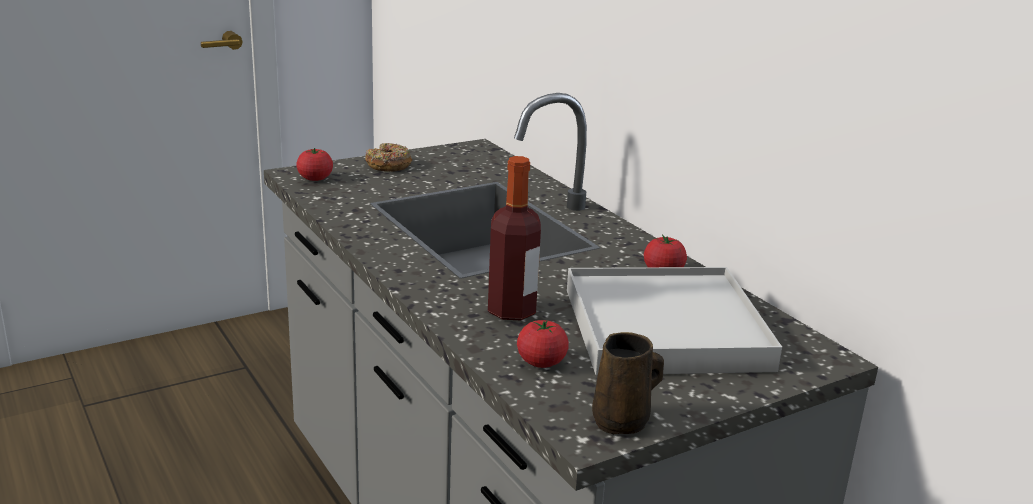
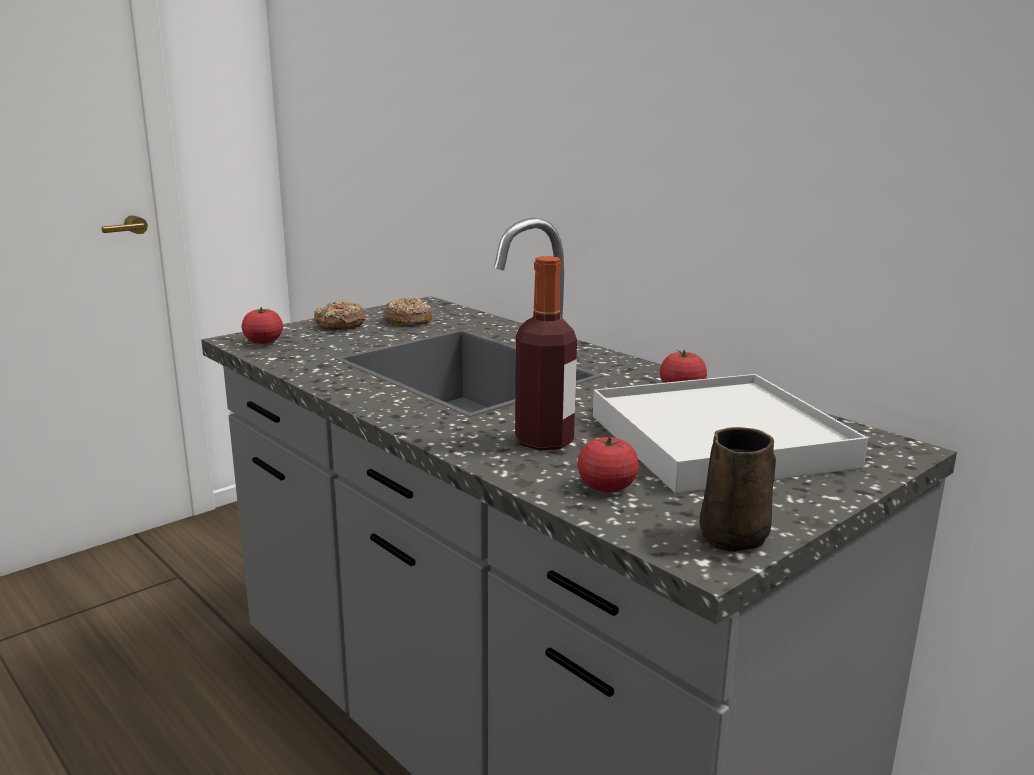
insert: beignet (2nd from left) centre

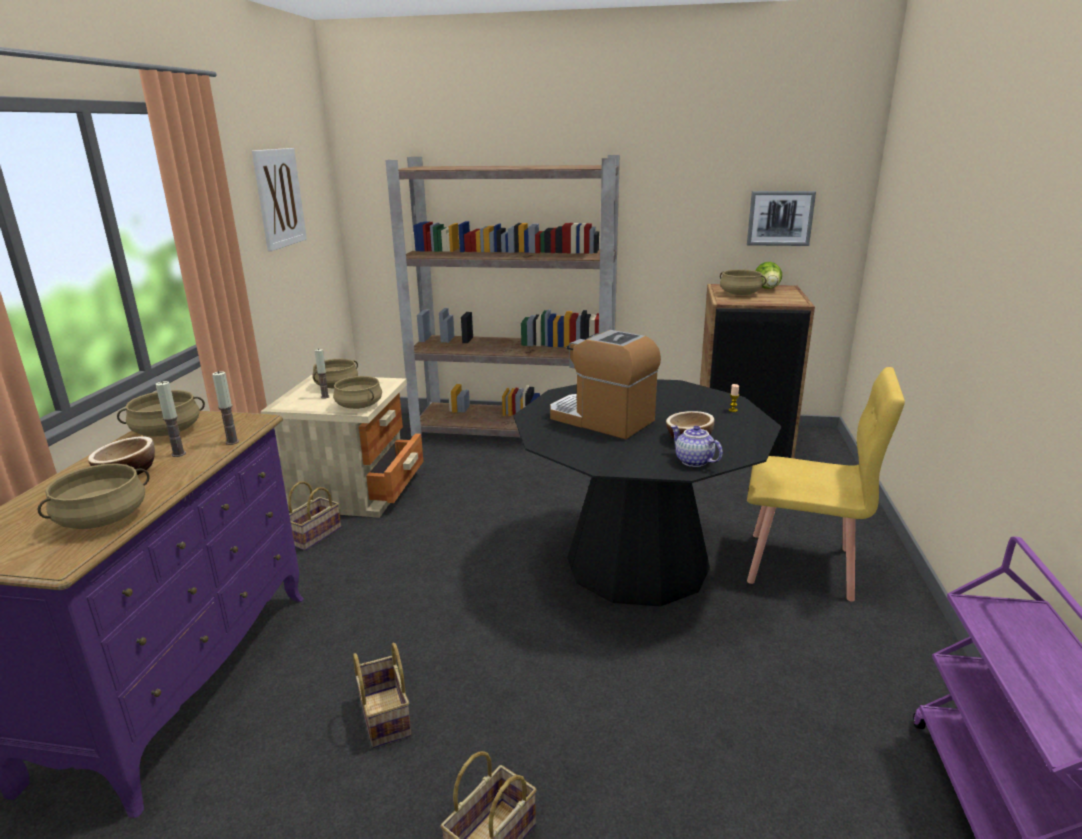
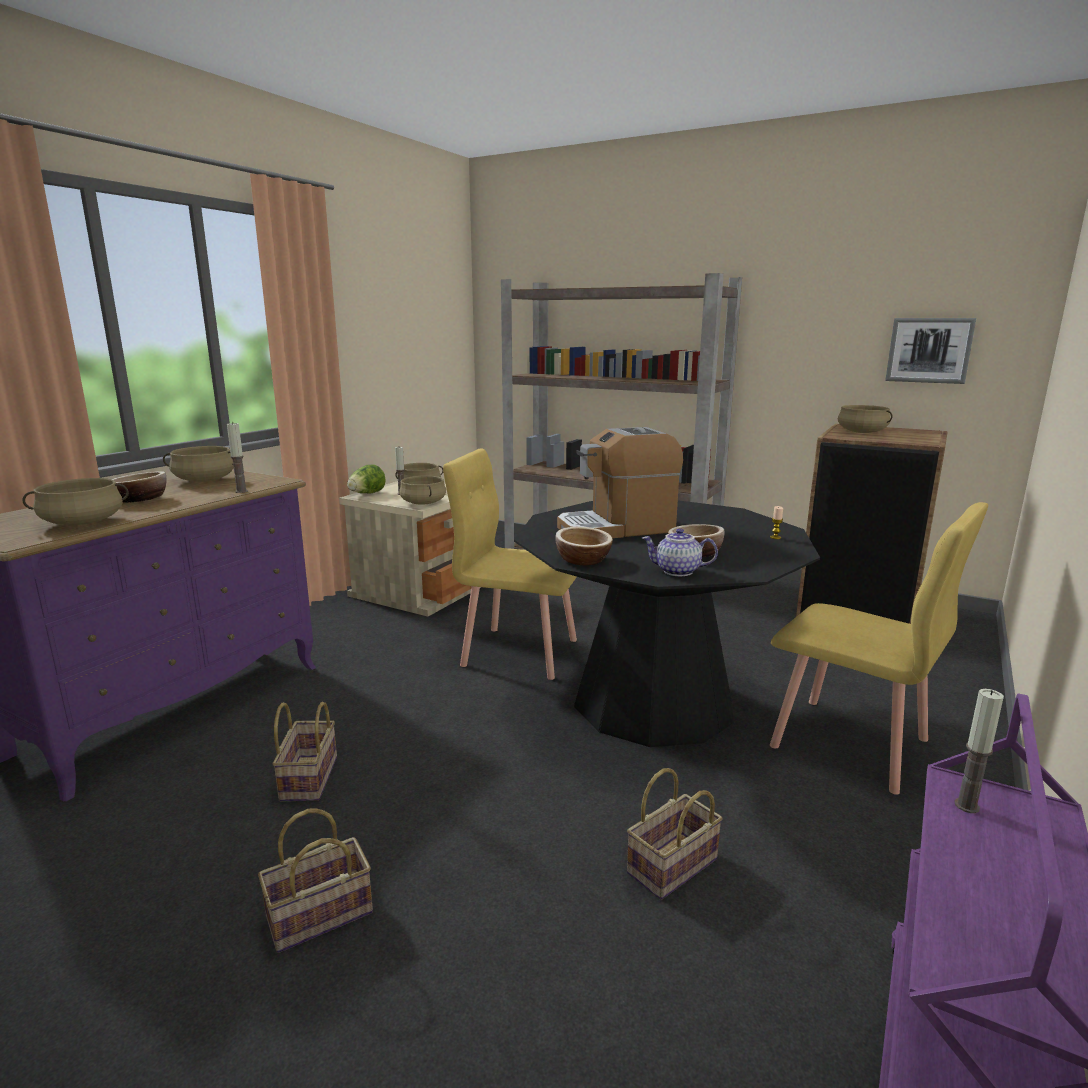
delete: tableau (1st from left) top left
insert: chaise (jaune) (1st from left) centre; bol (2nd from left) centre
move: bougie (1st from left in the first image) middle left to bougie (4th from left) bottom right; panier (1st from left in the first image) middle left to panier (3rd from left) bottom centre; laitue top right to centre
rotate: machine à café centre = centre 75 degrees counterclockwise; théière centre = centre 60 degrees counterclockwise

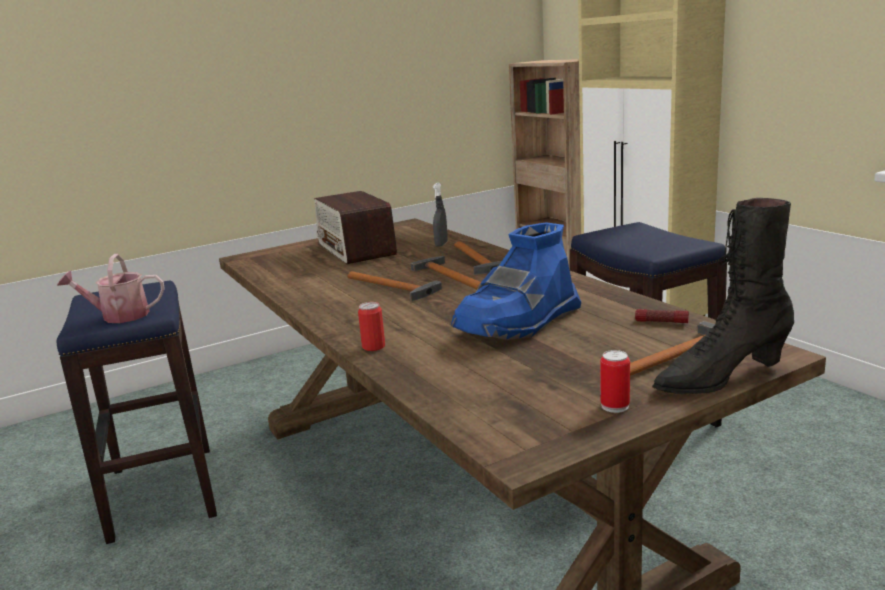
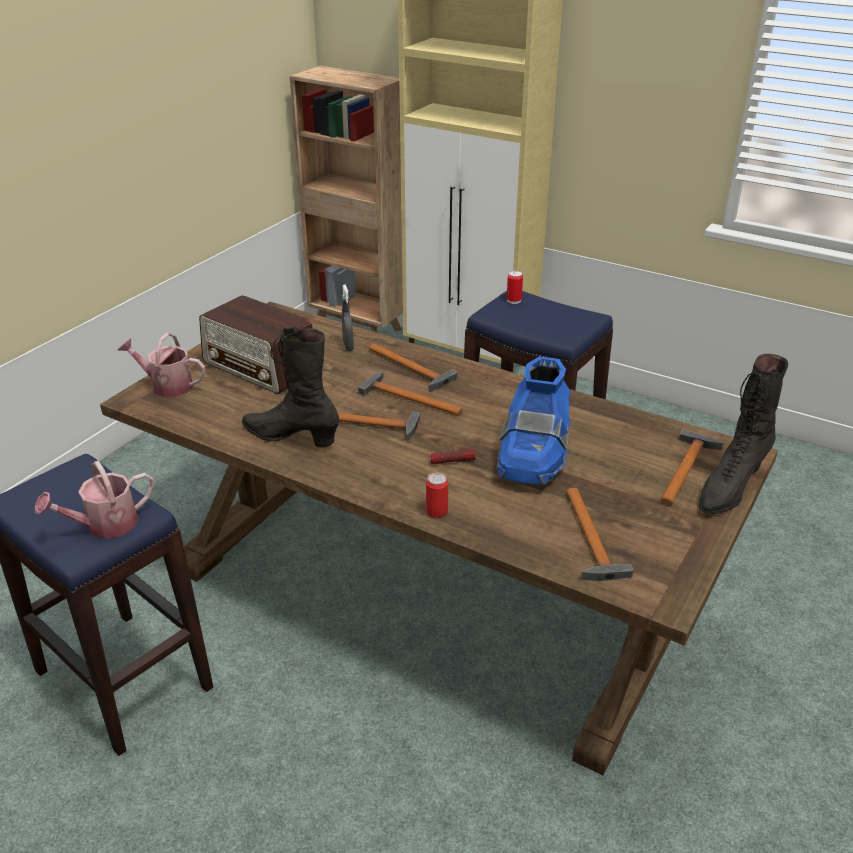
insert: arrosoir (2nd from left) middle left; botte (noir) (1st from left) centre; marteau (4th from left) middle right
move: boîte métallique (2nd from left) middle right to centre; lampe de poche middle right to centre

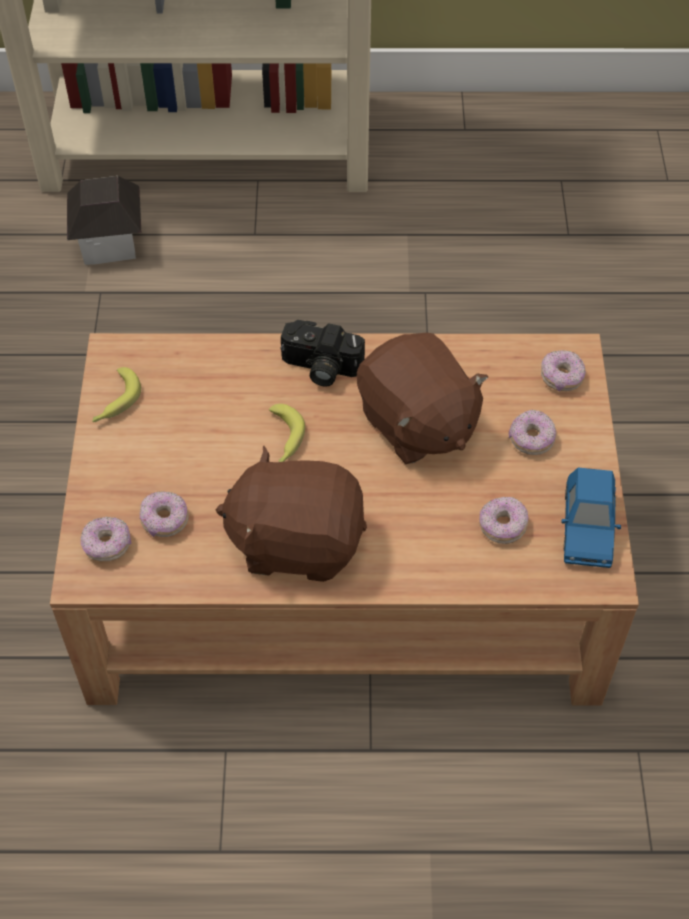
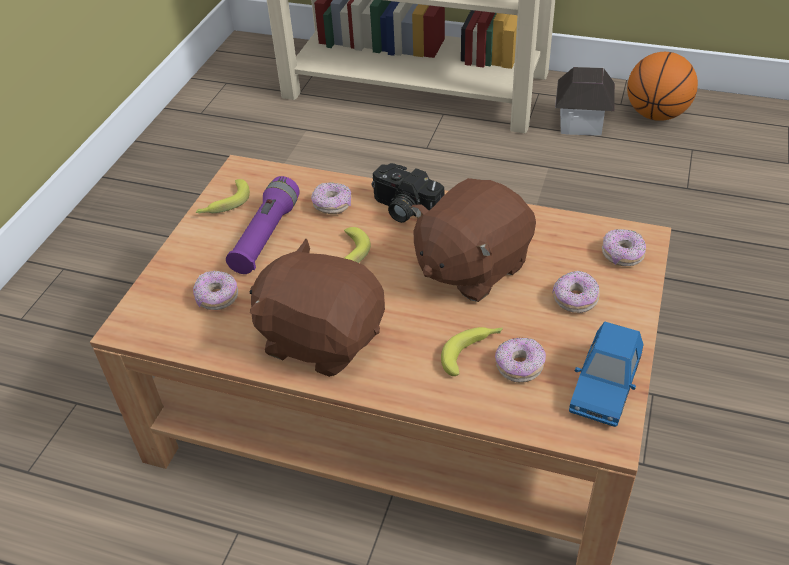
insert: lampe de poche (violet) centre; banane (3rd from left) centre; ballon de basket top right
move: maison miniature top left to top right; beignet (1st from left in the first image) middle left to beignet (2nd from left) centre
rotate: peluche (marron) (2nd from left) centre = centre 60 degrees clockwise

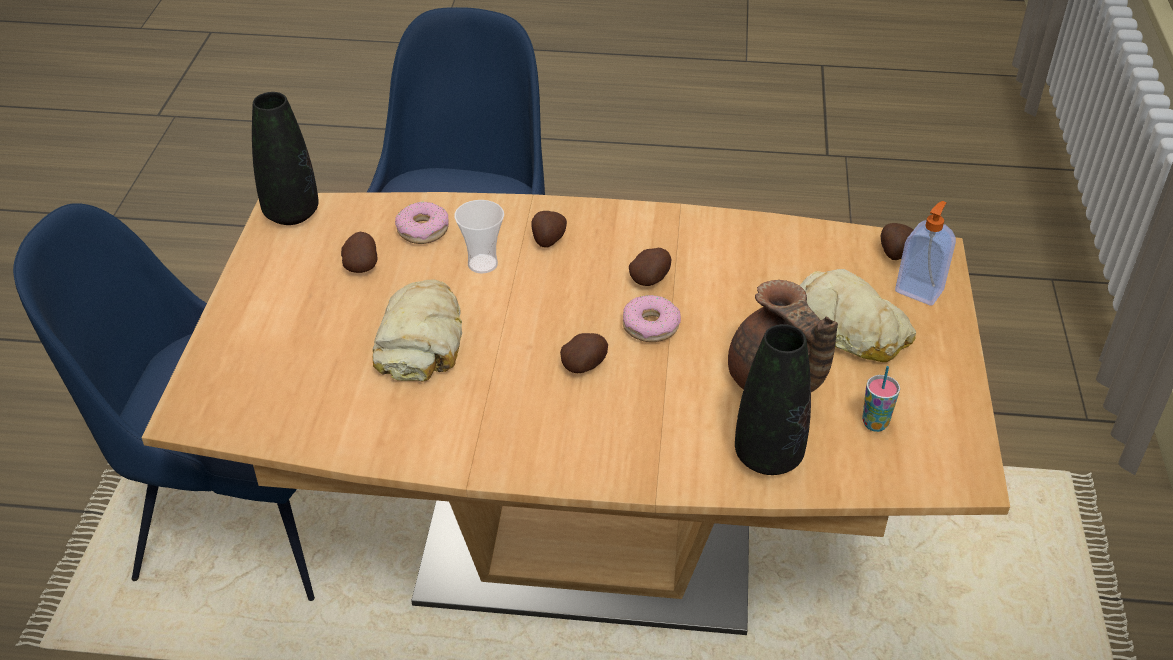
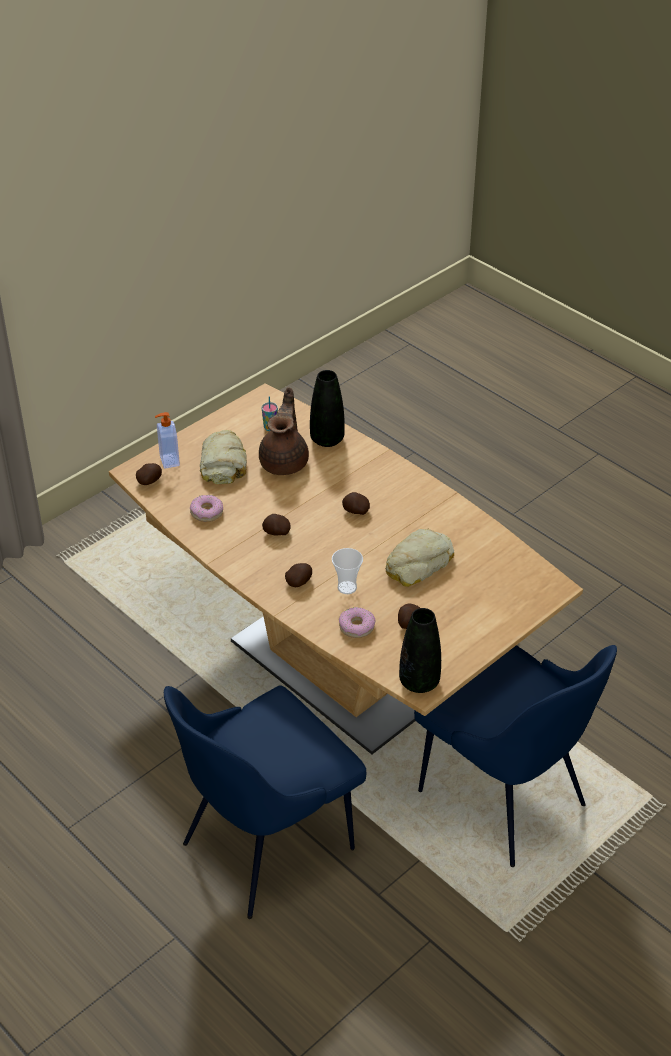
move: beignet (2nd from left in the first image) centre to beignet (1st from left) middle left

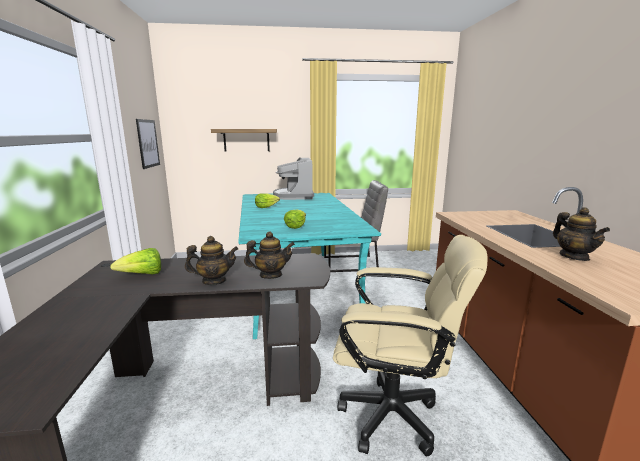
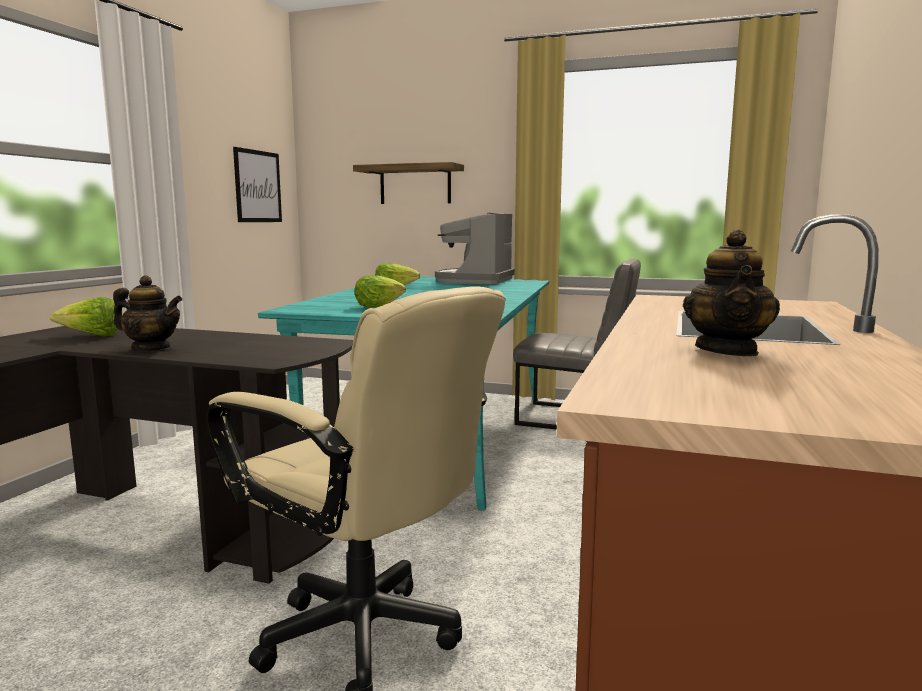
delete: théière (2nd from left) centre

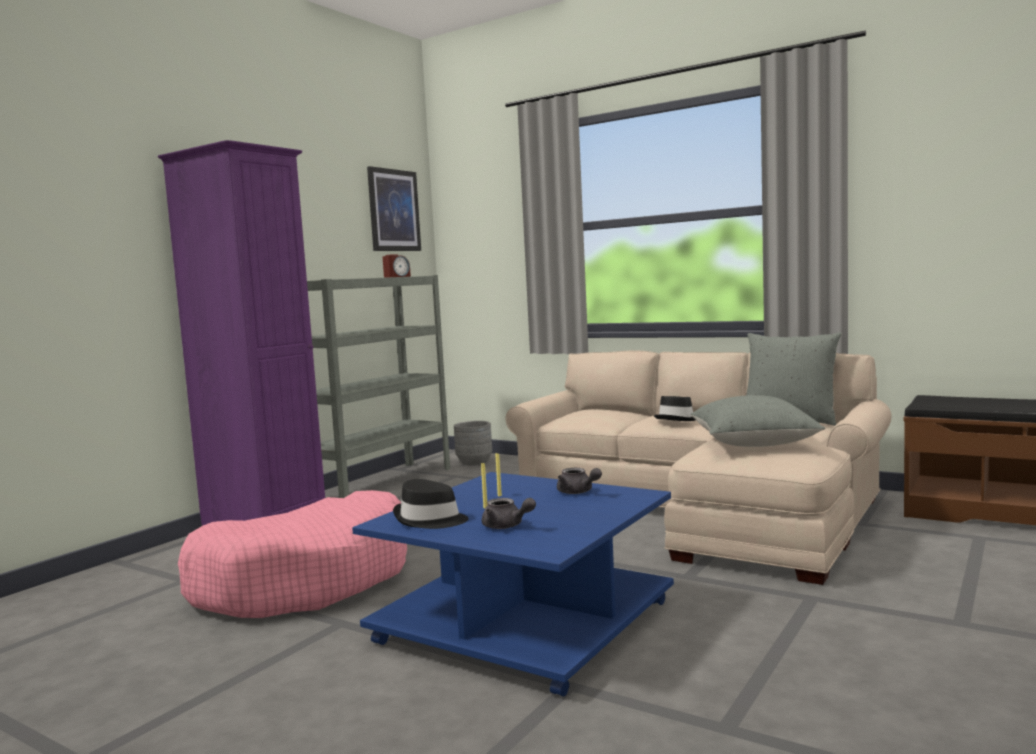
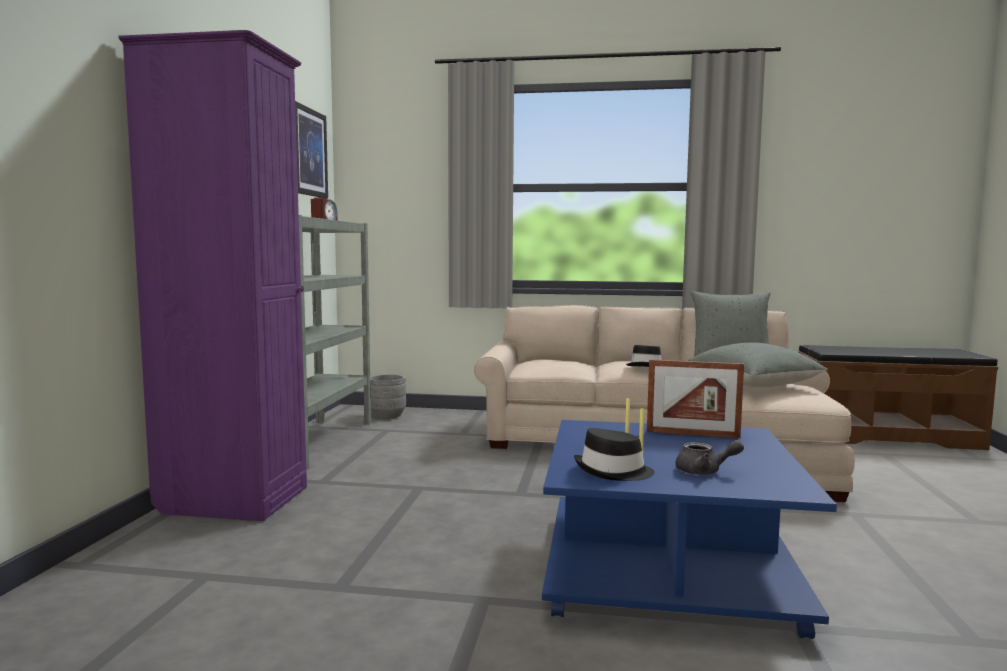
delete: panier pour chien (rose) bottom left
replace: théière (gris) (2nd from left) centre to cadre photo middle right

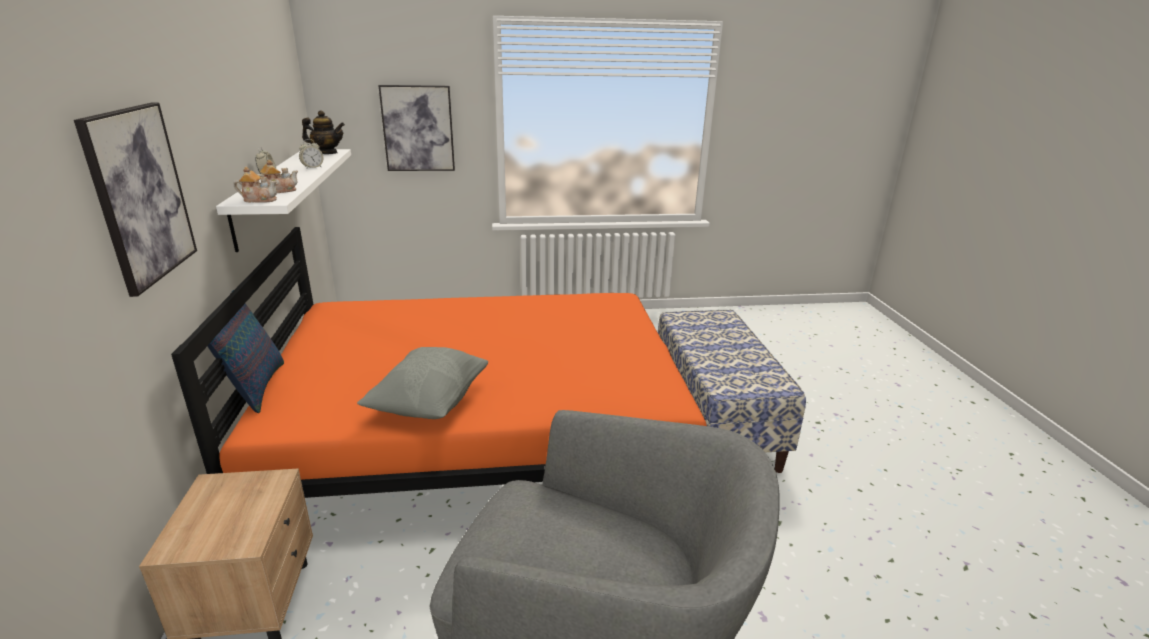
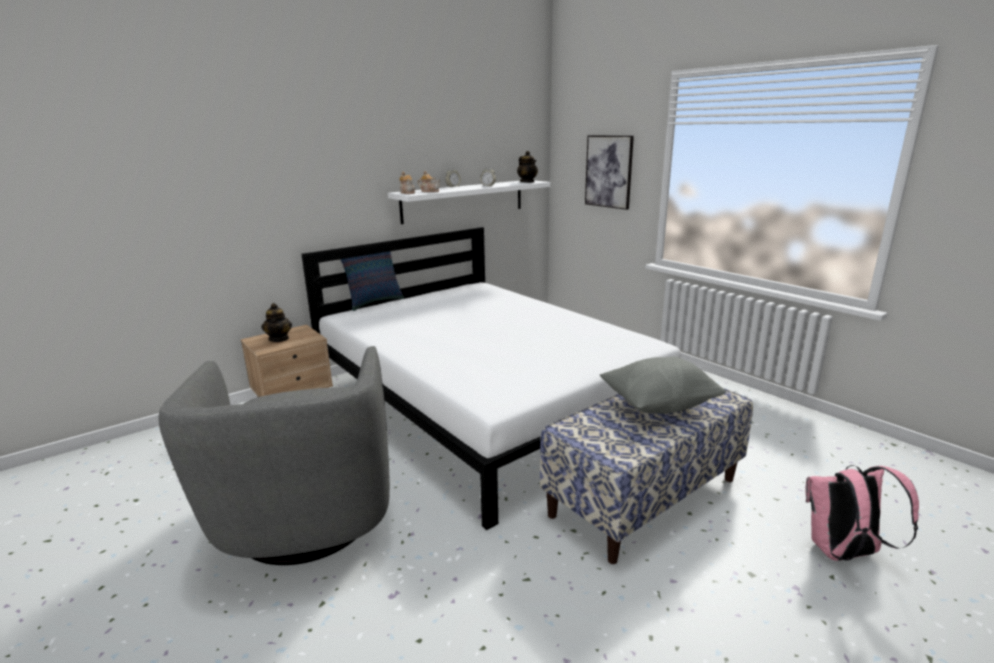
delete: tableau (1st from left) top left
insert: théière (1st from left) middle left; sac à dos (rose) bottom right
move: coussin (gris) centre to middle right
recolor: lit (orange) centre to lit (blanc) centre

